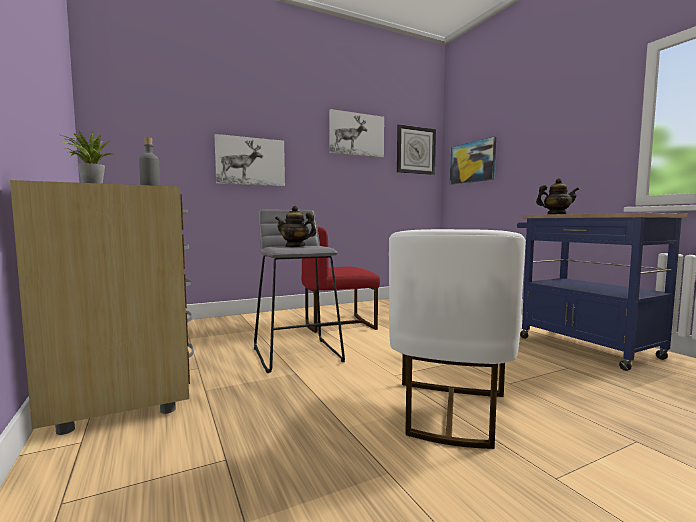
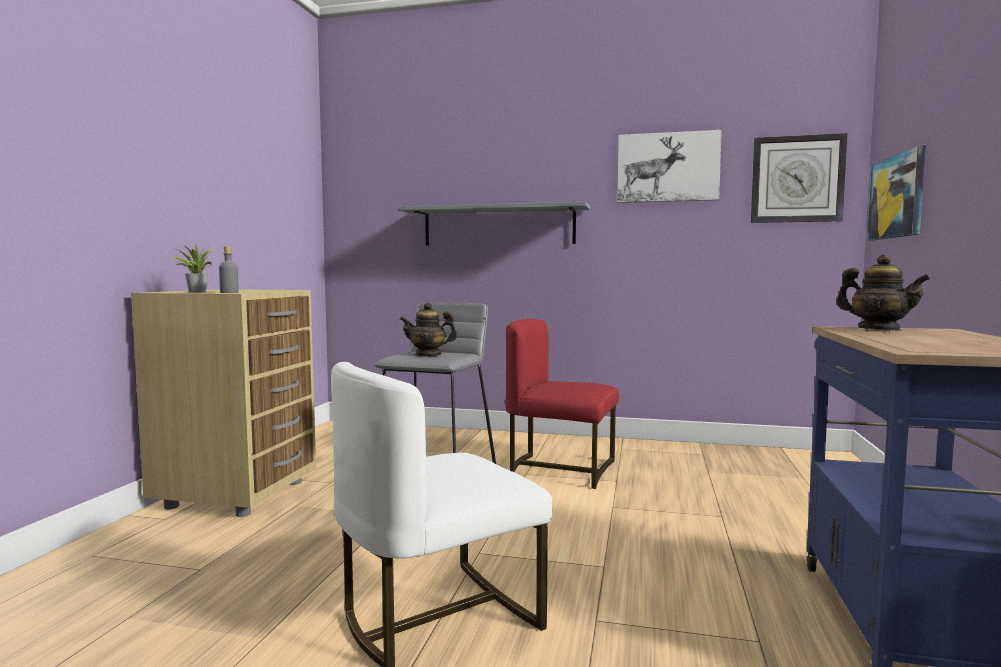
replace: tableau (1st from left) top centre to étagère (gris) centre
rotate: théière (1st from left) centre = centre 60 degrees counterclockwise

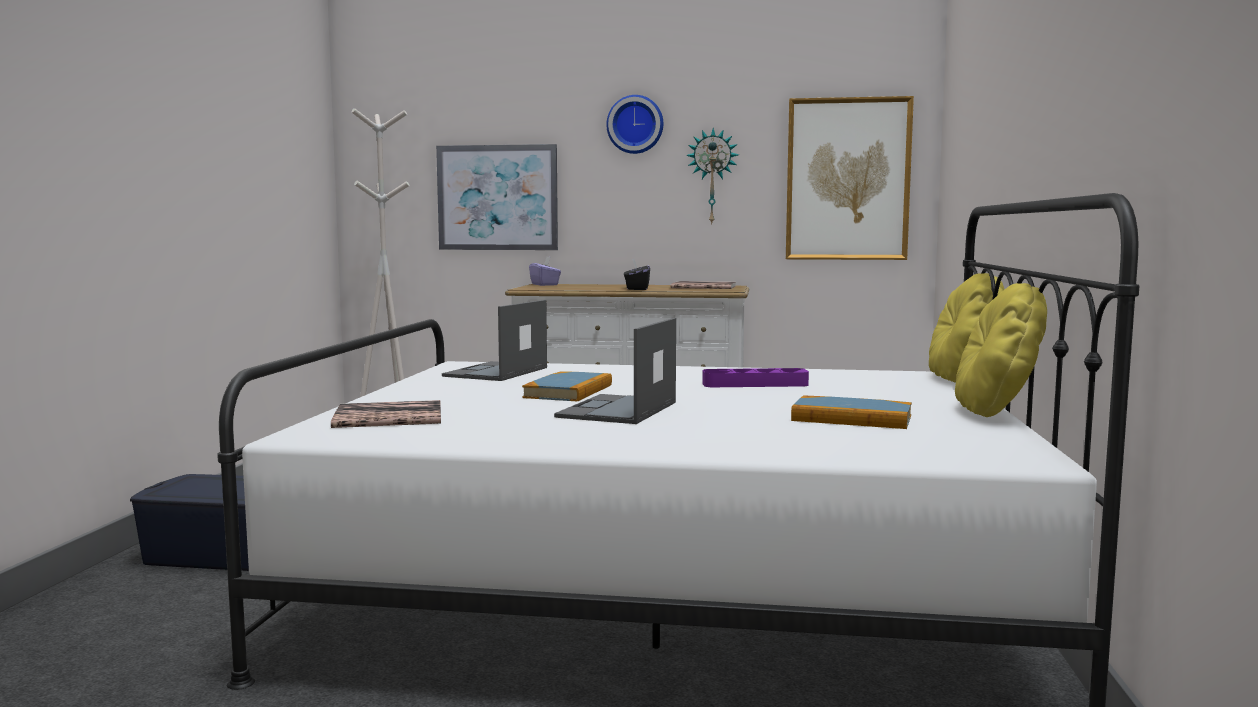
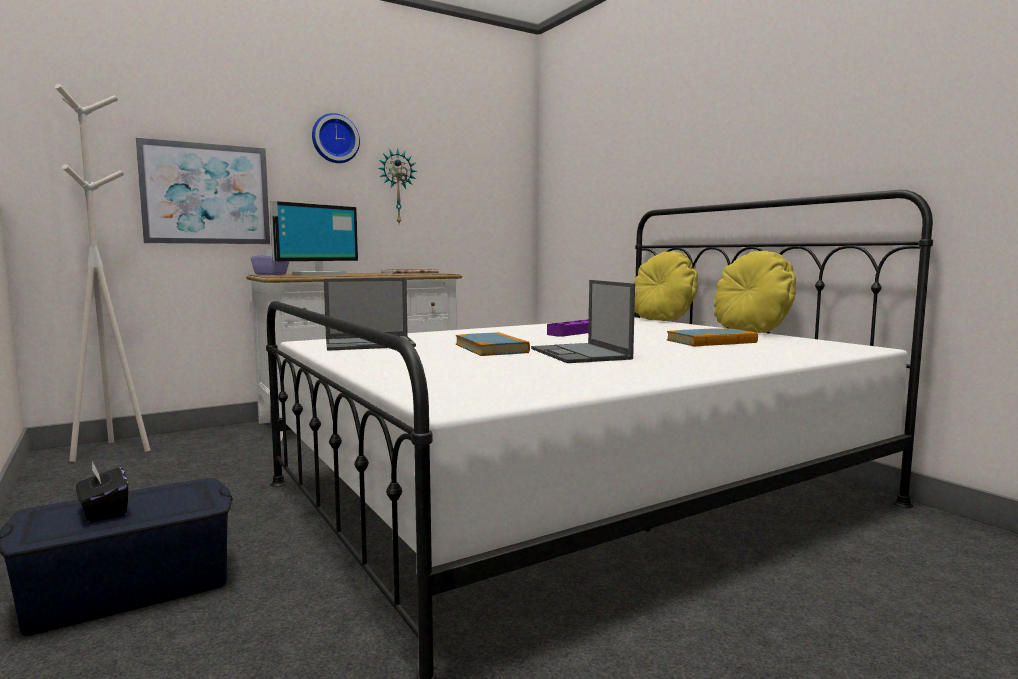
delete: livre (1st from left) middle left; tableau (2nd from left) top right
insert: écran d'ordinateur middle left
move: boîte à mouchoirs (noir) centre to bottom left
rotate: ordinateur portable (1st from left) centre = centre 90 degrees counterclockwise

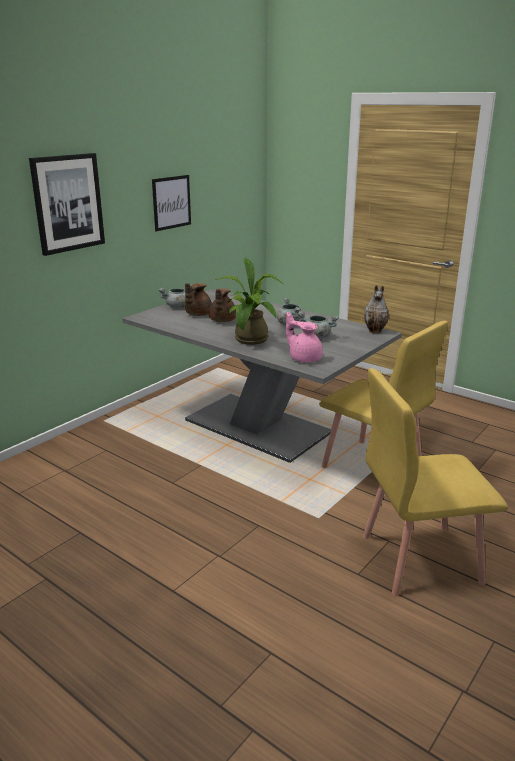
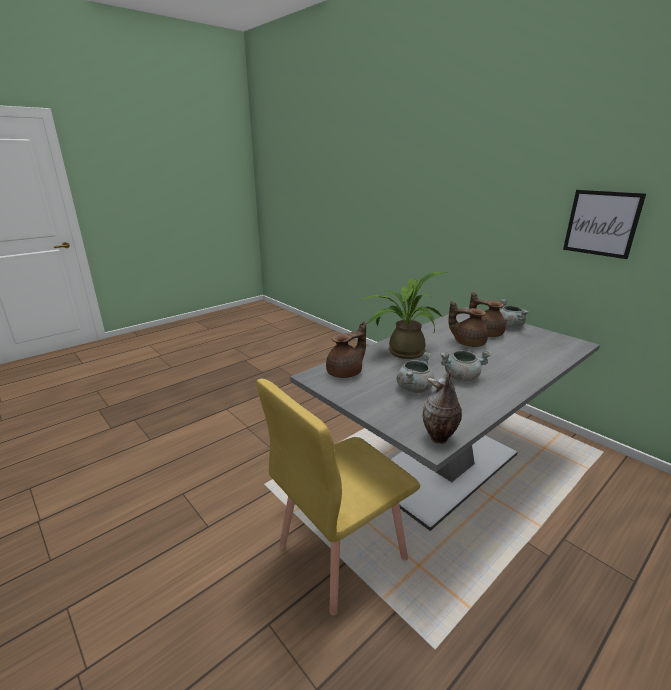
delete: tableau (1st from left) top left; chaise (jaune) (2nd from left) middle right
recolor: théière (rose) centre to théière (marron) (1st from left) centre

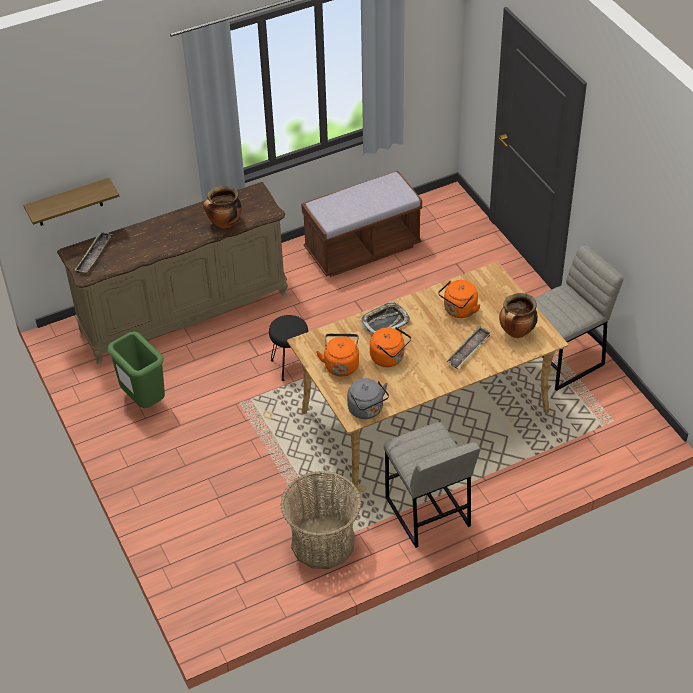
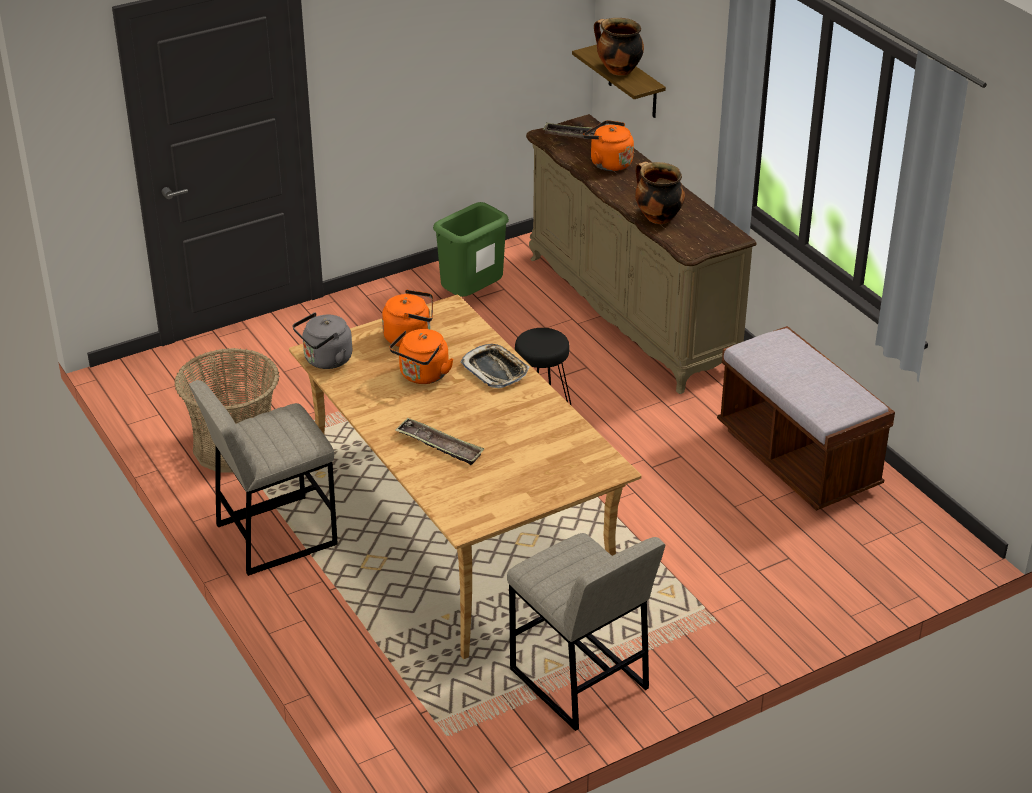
move: bouilloire (orange) (3rd from left) centre to top centre; marmite (2nd from left in the first image) middle right to marmite (1st from left) top centre

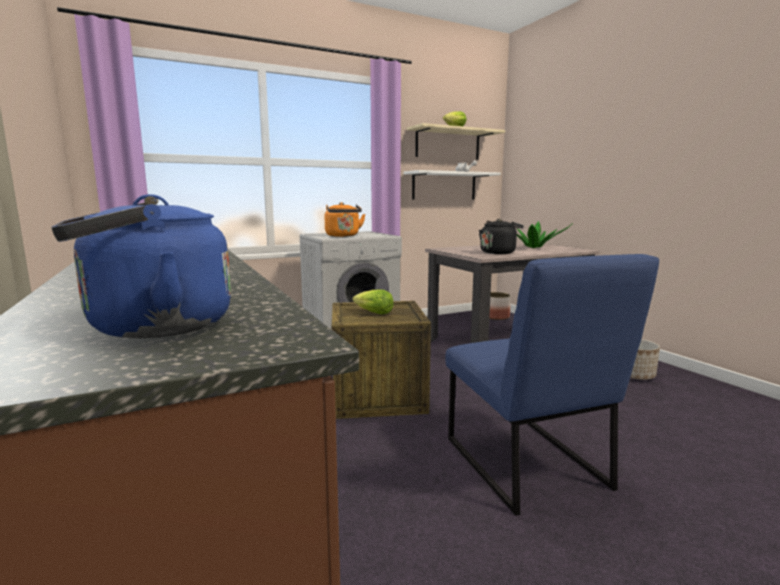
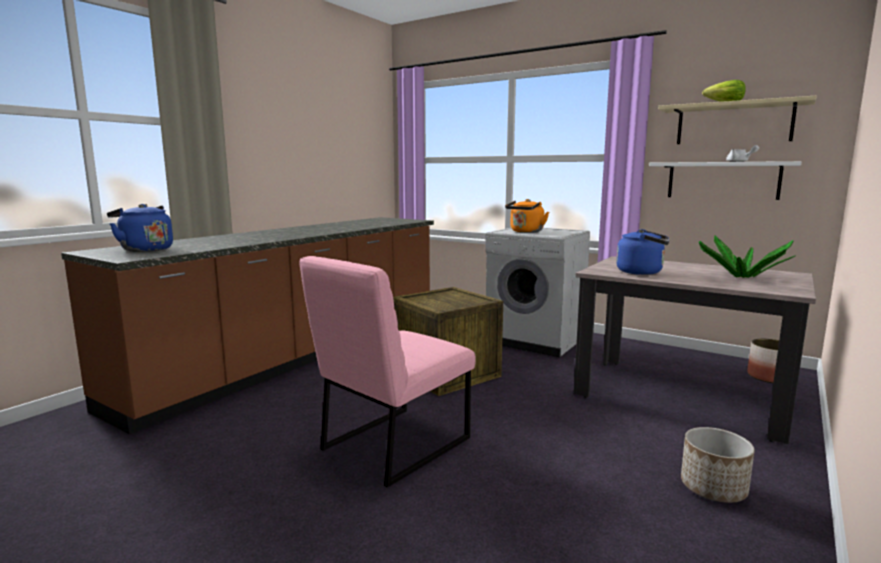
delete: laitue (1st from left) centre
recolor: chaise (bleu) middle right to chaise (rose) centre; bouilloire (noir) centre to bouilloire (bleu) (2nd from left) middle right

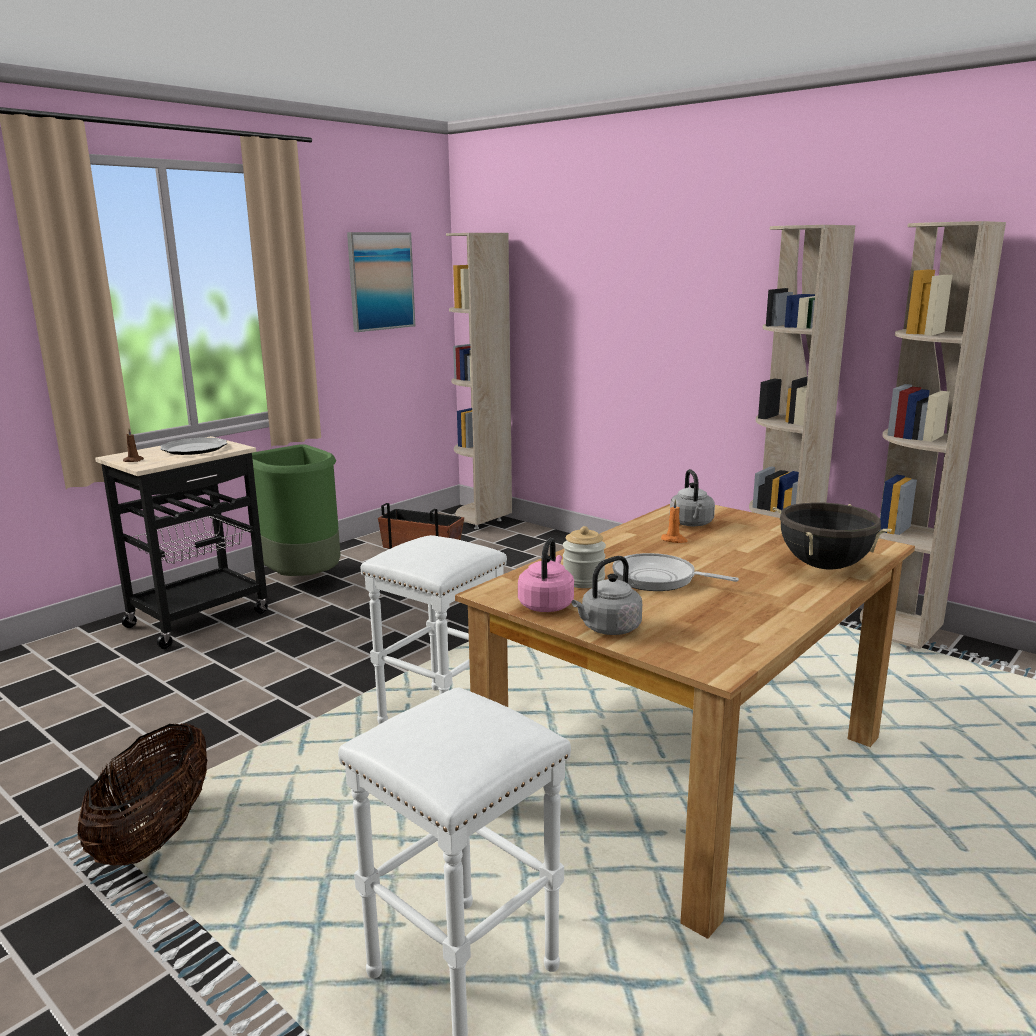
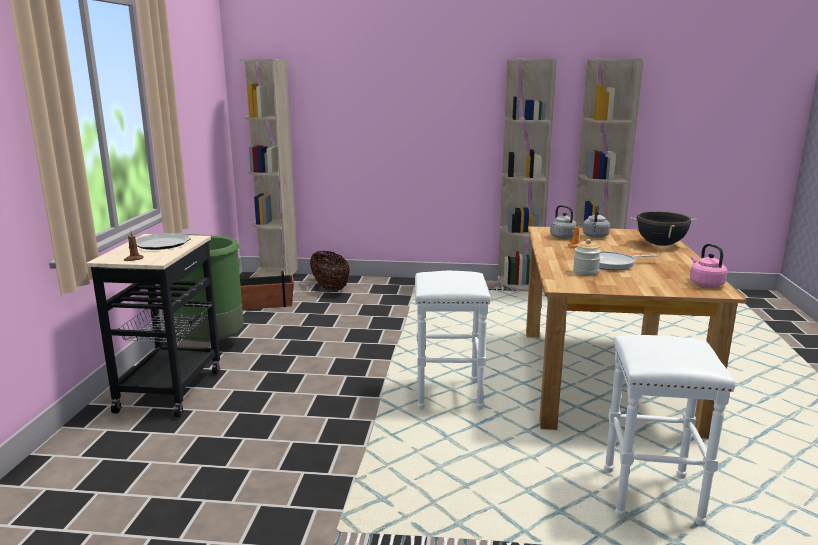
delete: tableau top centre
move: panier bottom left to centre; bouilloire (rose) centre to middle right; bouilloire (gris) (1st from left in the first image) centre to bouilloire (gris) (2nd from left) middle right

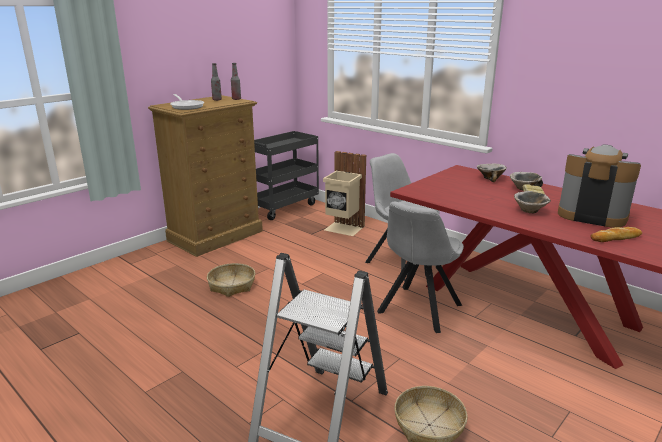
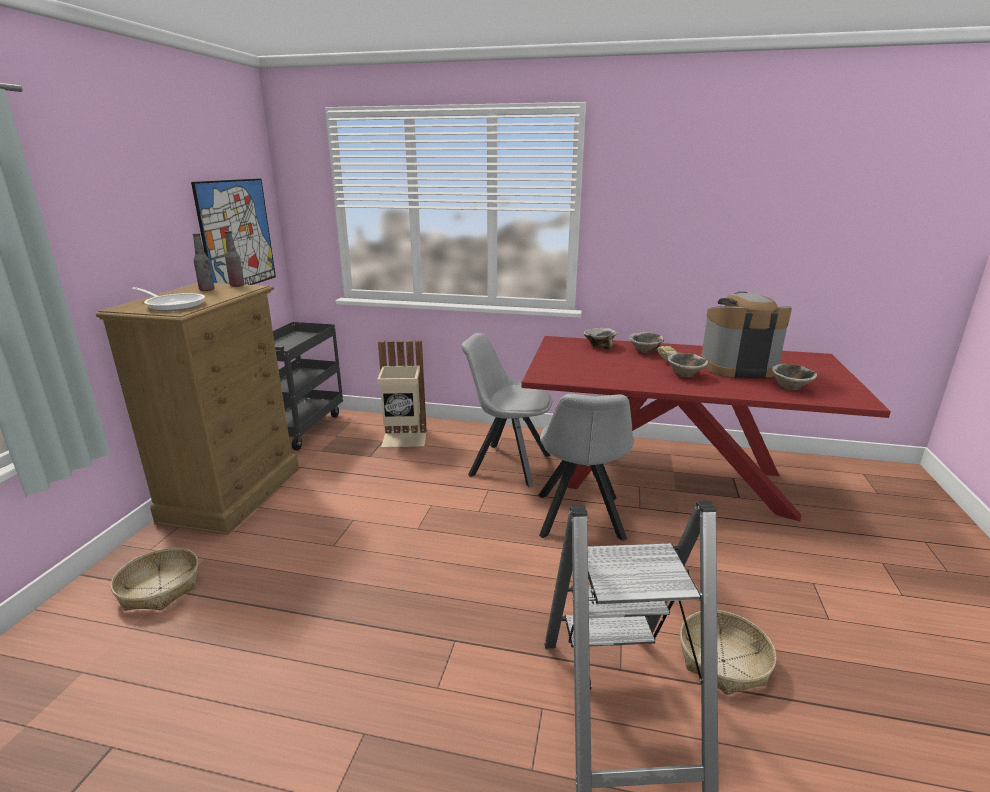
insert: tableau top left
move: panier (1st from left) centre to bottom left
replace: pain (2nd from left) middle right to bol (4th from left) middle right

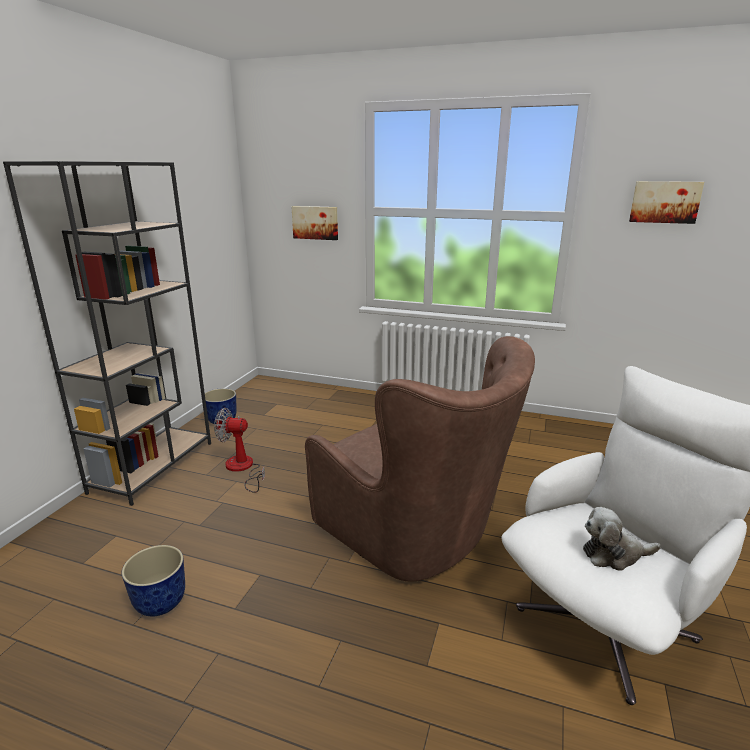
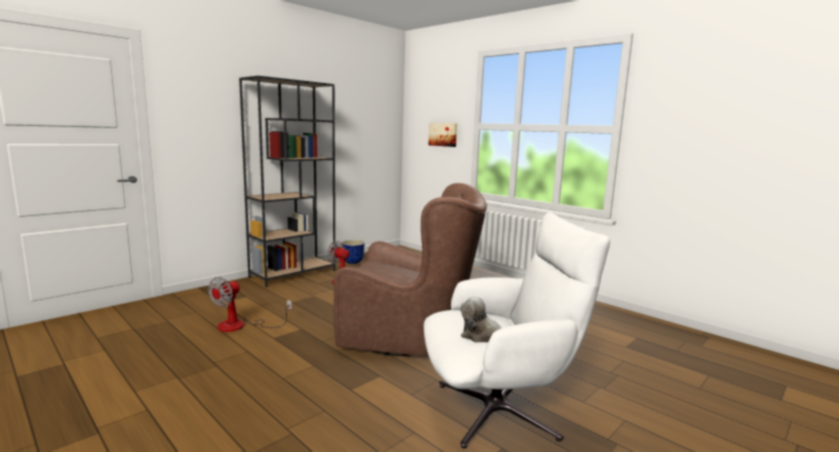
delete: tableau (2nd from left) top right
replace: cache-pot (1st from left) bottom left to ventilateur (1st from left) bottom left
rotate: fauteuil (marron) centre = centre 60 degrees counterclockwise

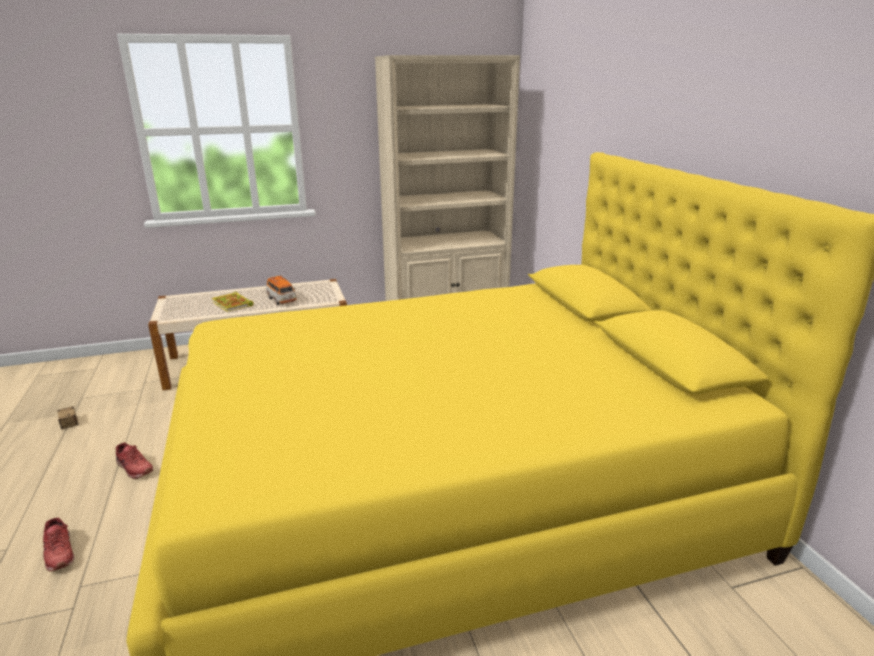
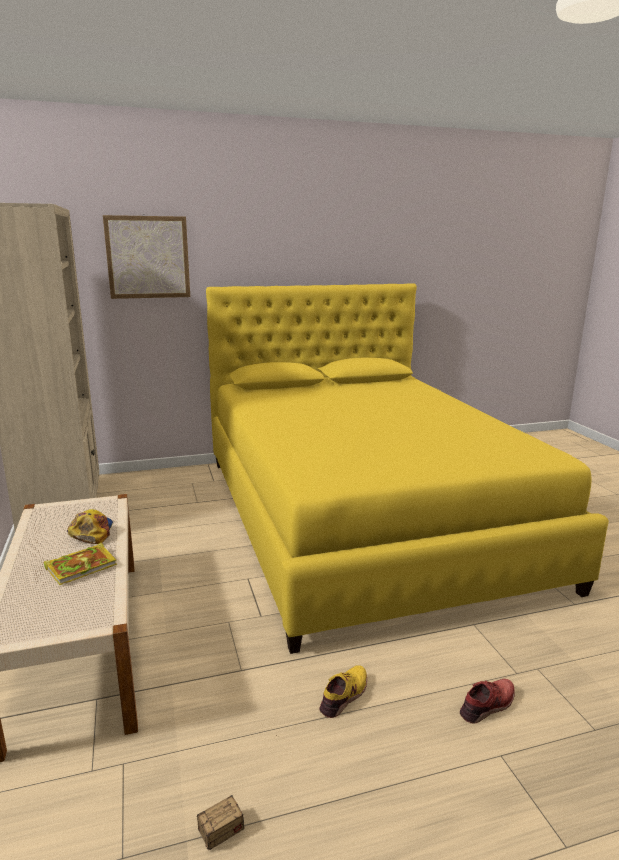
insert: tableau top left
replace: petite voiture middle left to casquette middle left
recolor: chaussure (rouge) (2nd from left) bottom left to chaussure (jaune) bottom centre

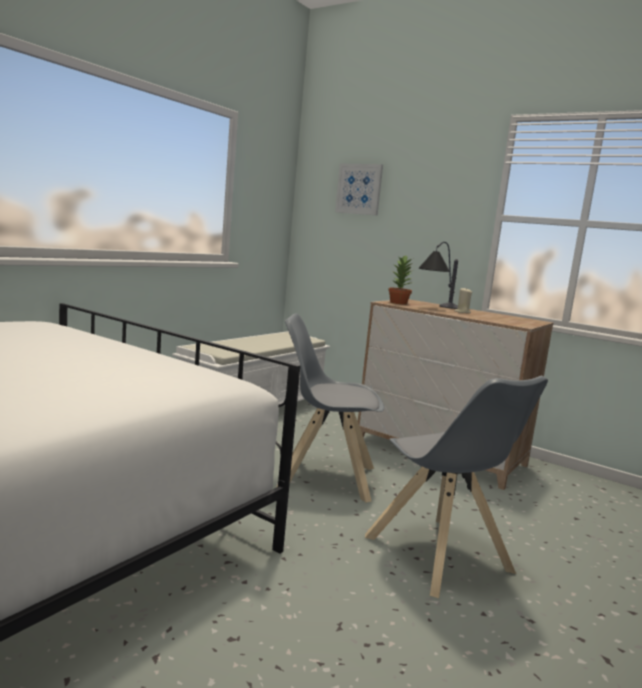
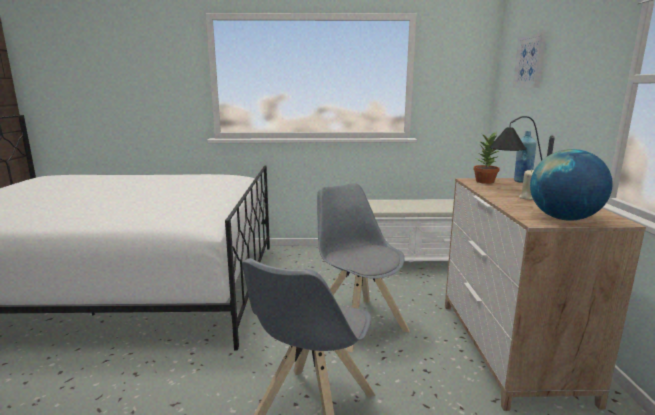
insert: bouteille (bleu) middle right; globe middle right

